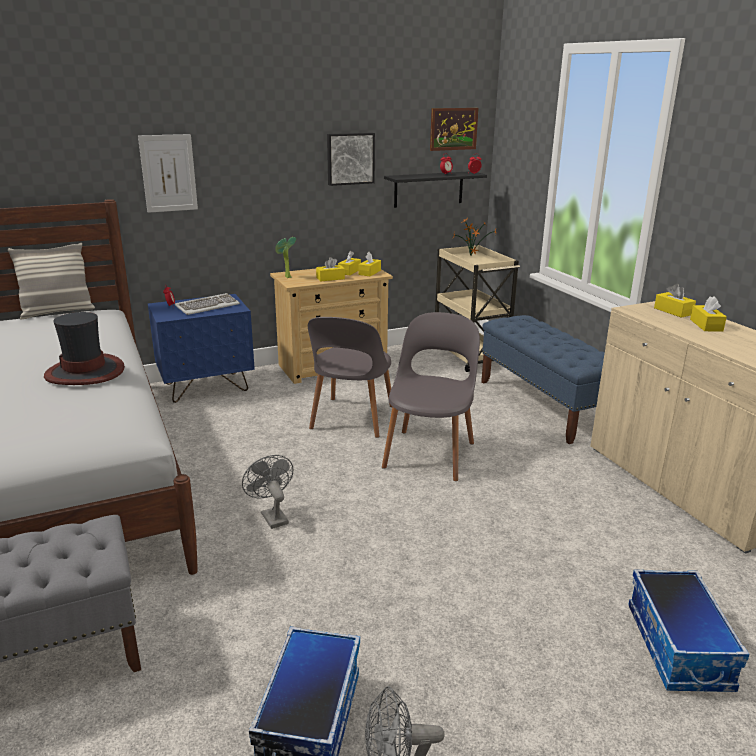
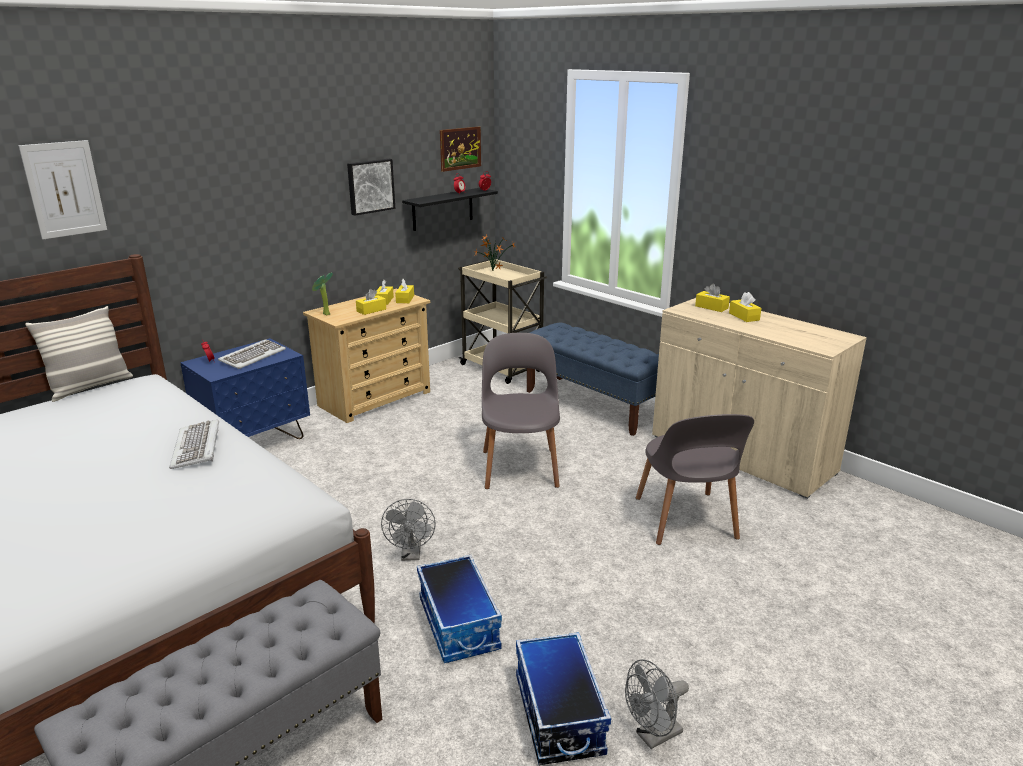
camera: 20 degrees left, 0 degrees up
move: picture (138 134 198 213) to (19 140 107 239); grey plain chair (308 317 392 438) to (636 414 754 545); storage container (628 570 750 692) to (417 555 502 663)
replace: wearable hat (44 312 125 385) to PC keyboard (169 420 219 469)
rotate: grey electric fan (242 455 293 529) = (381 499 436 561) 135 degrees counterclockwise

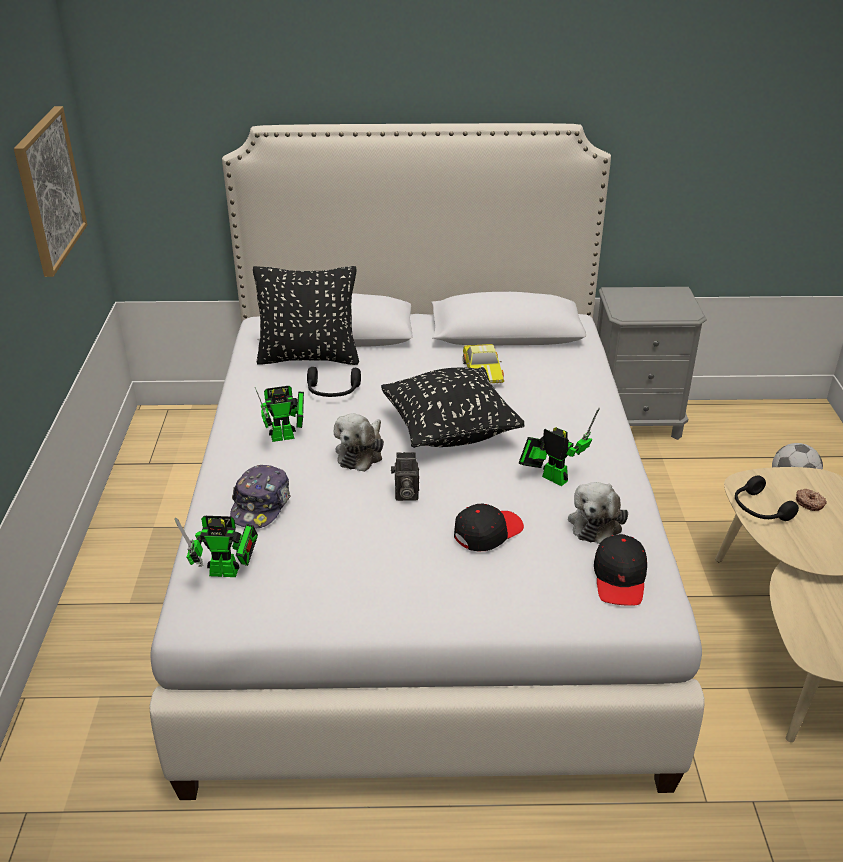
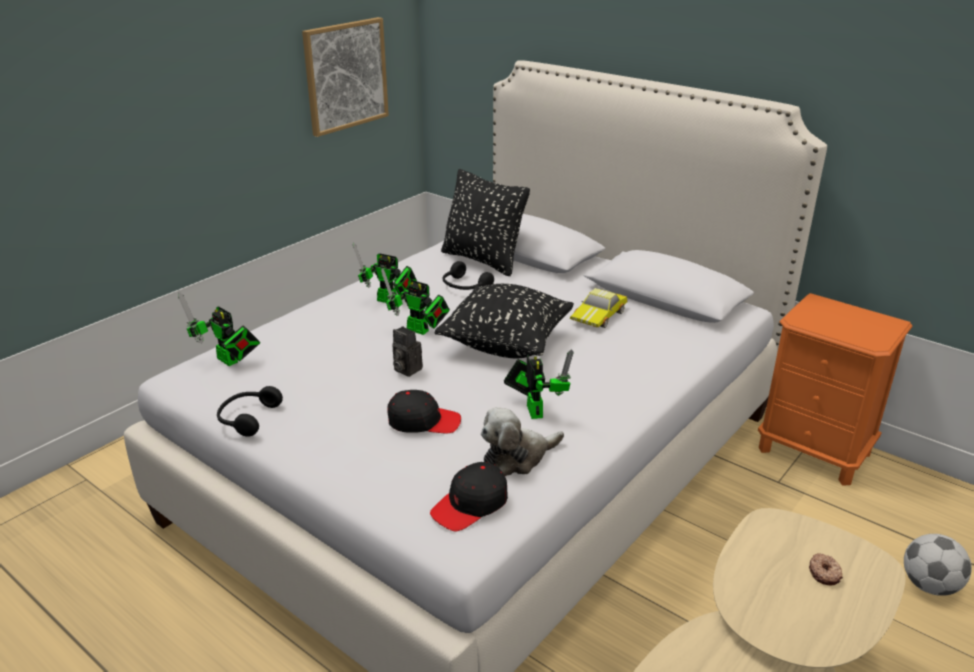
camera: 40 degrees right, 5 degrees down
delete: cap (230 465 291 528)
move: black-coloured headphones (735 475 799 521) to (217 386 283 437)
replace: soft toy (334 414 384 472) to robot figure (381 268 450 335)
recolor: grey night table (597 287 707 440) to orangey night table (758 293 912 486)

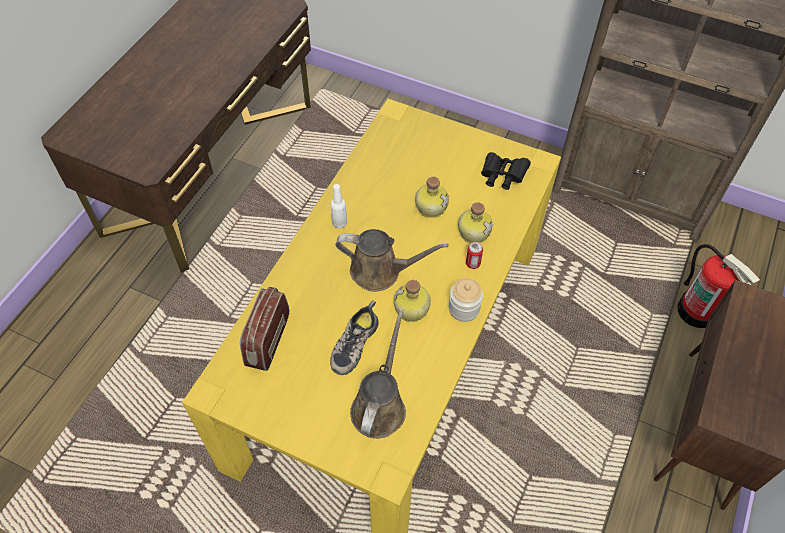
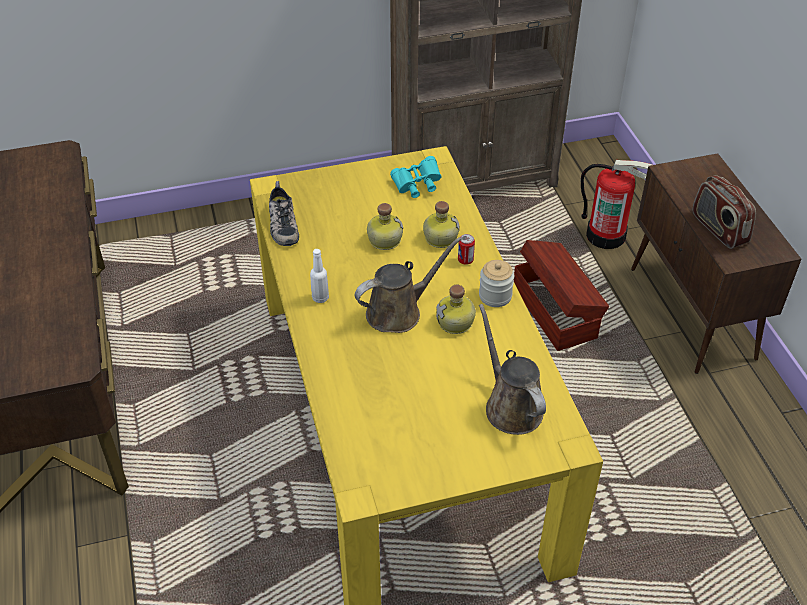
camera: 40 degrees left, 10 degrees down
insert: brown-coloured storage container (514 240 609 351)
move: radio (240 287 289 371) to (692 175 756 249); low shoe (330 300 379 375) to (269 181 299 246)
recolor: black-coloured binoculars (481 152 531 190) to turquoise-coloured binoculars (390 156 441 198)

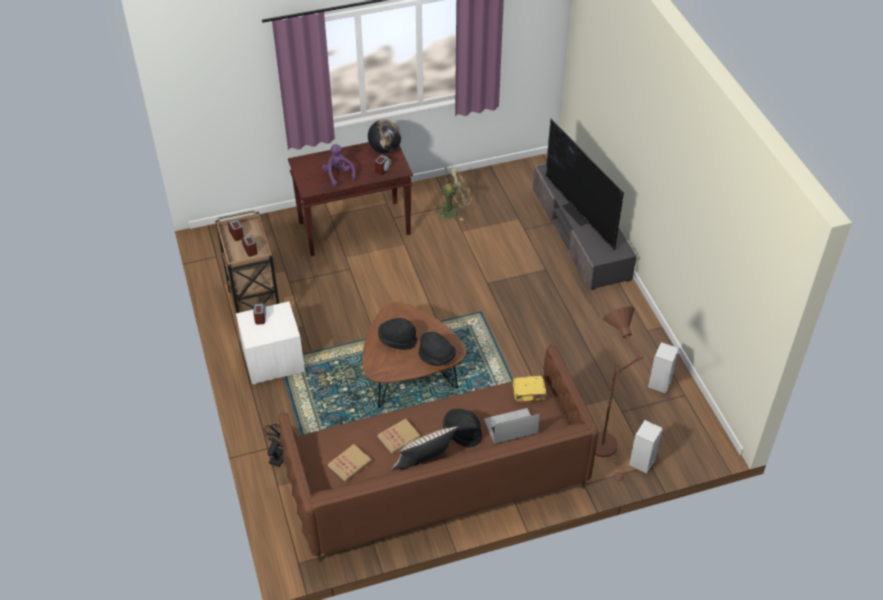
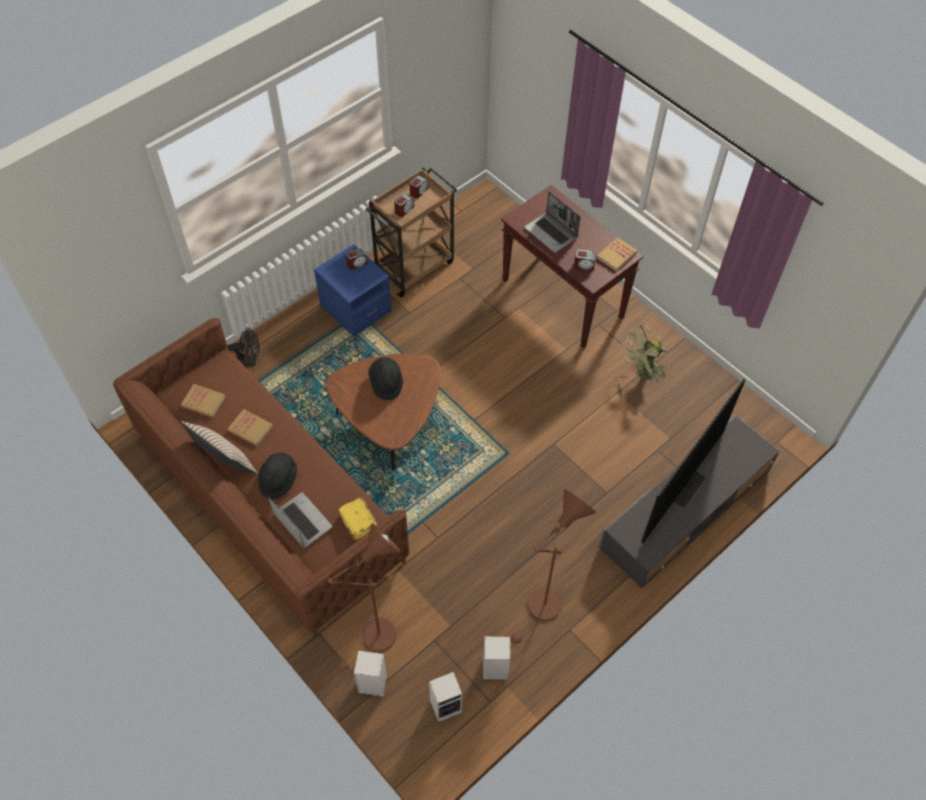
camera: 65 degrees right, 10 degrees up
delete: black-coloured wearable hat (418 332 456 366)
insert: brown-coloured standing lamp (511 489 596 648); speaker (429 672 462 722)
replace: desk globe (368 119 402 153) to book (597 238 637 271); purplish soft toy (322 144 356 186) to laptop (524 192 581 253)
recolor: white-coloured night table (236 301 305 384) to bluish night table (314 244 392 337)
rotate: green-coloured electric fan (432 165 472 221) = (623 325 667 384) 105 degrees clockwise

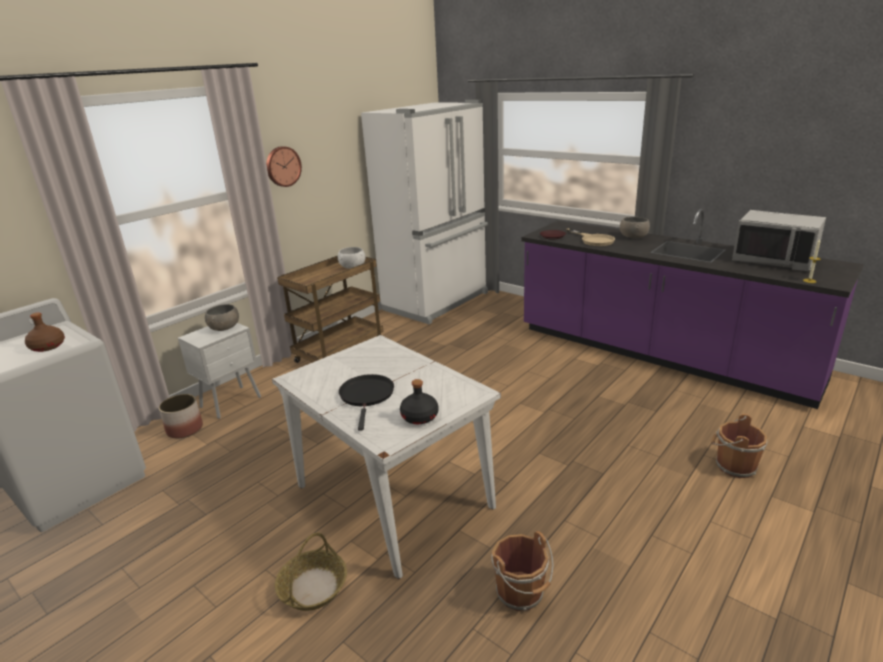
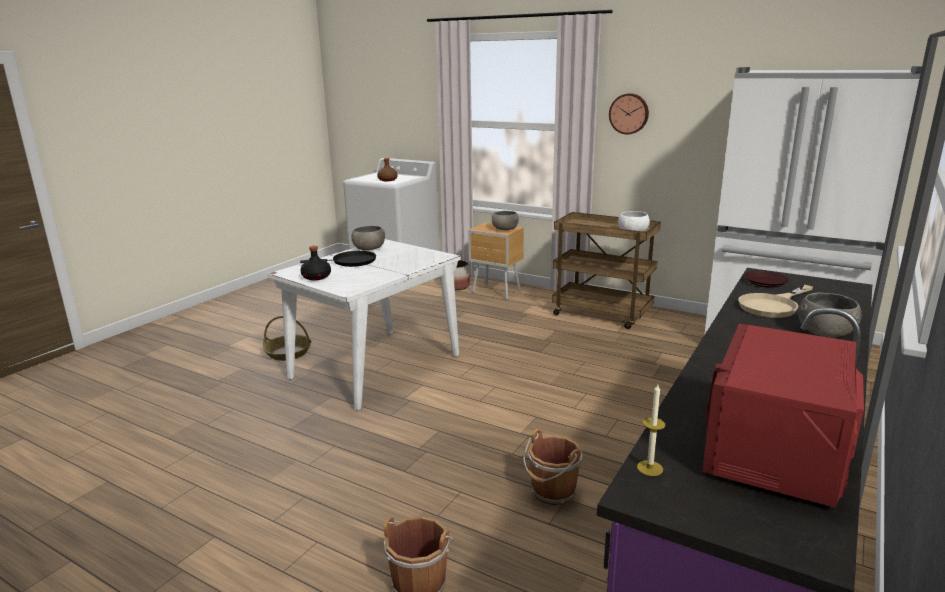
camera: 80 degrees right, 5 degrees down
insert: grey deep dish (351 226 385 251)
move: brown-coloured bucket (491 531 554 611) to (523 429 582 505)
recolor: grey kitchen microwave (732 210 826 271) to red kitchen microwave (703 324 864 508); white-coloured night table (178 323 261 419) to brown-coloured night table (468 223 524 299)

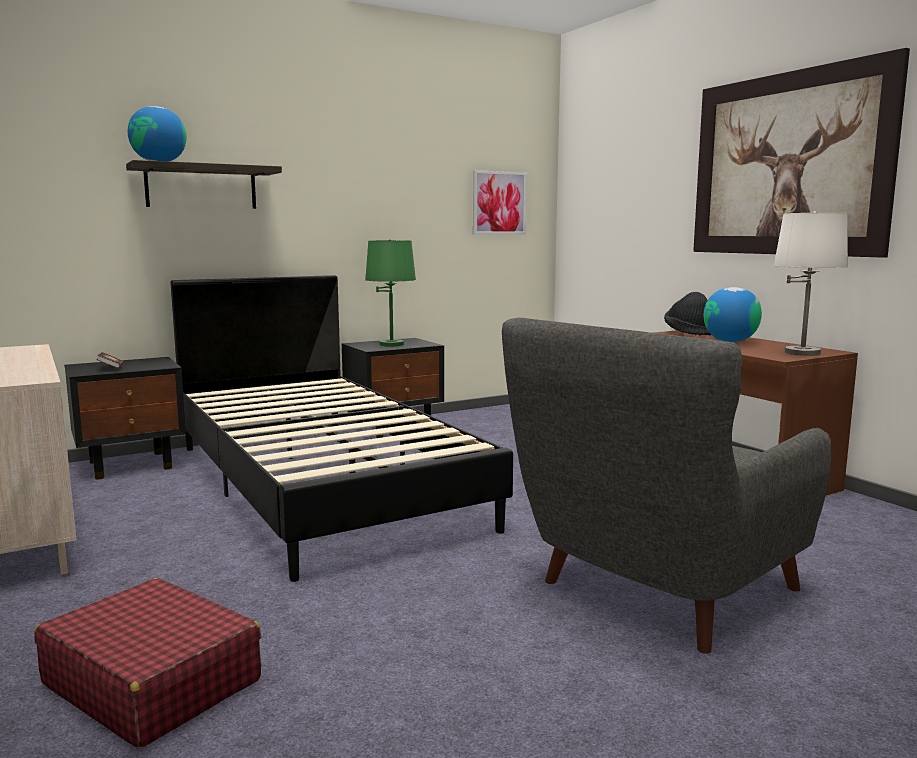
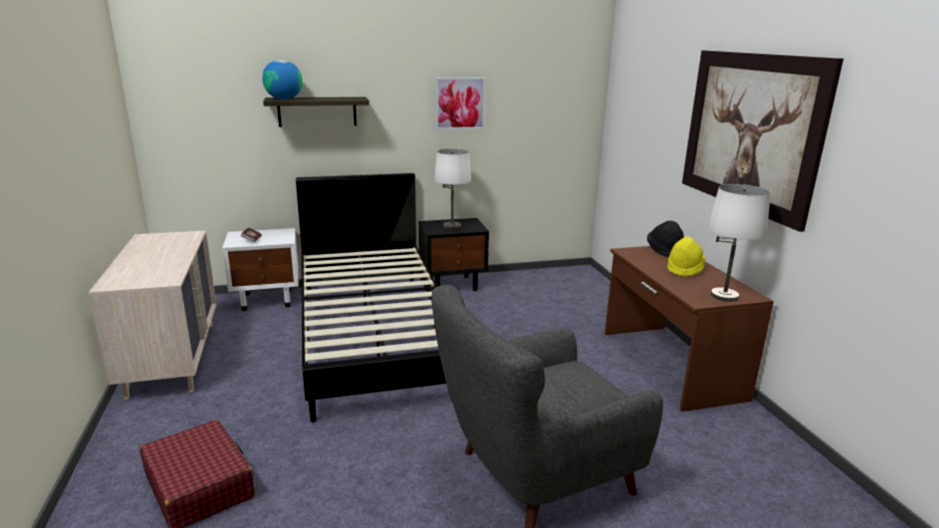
camera: 15 degrees right, 10 degrees up
move: picture (473 170 527 235) to (435 77 486 130)
replace: desk globe (704 287 762 342) to yellowish wearable hat (667 237 705 277)
recolor: green-coloured lamp for a table (365 239 416 347) to white-coloured lamp for a table (434 149 471 229); black-coloured night table (64 357 186 479) to white-coloured night table (222 228 299 311)

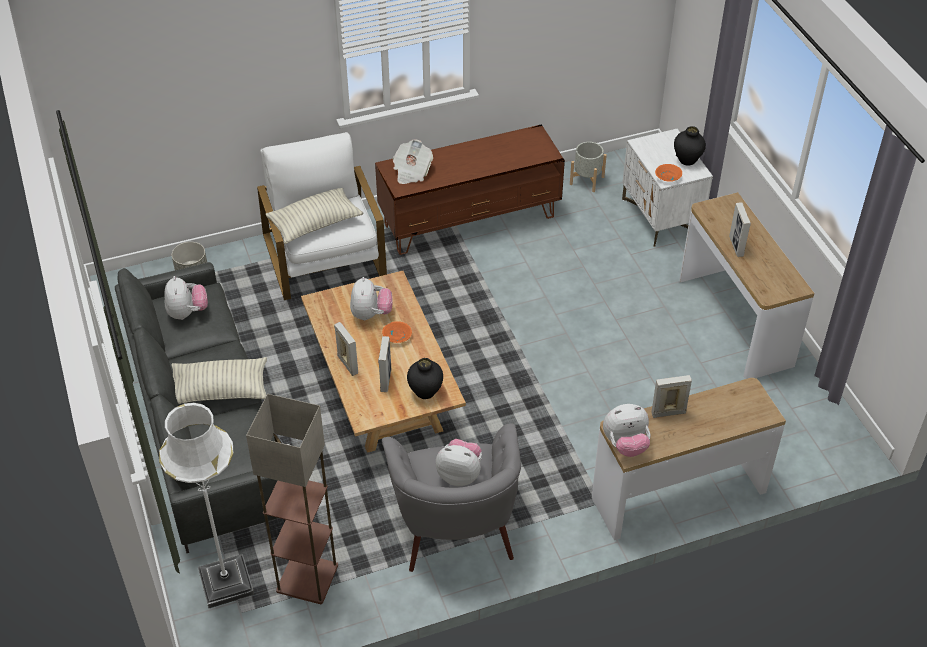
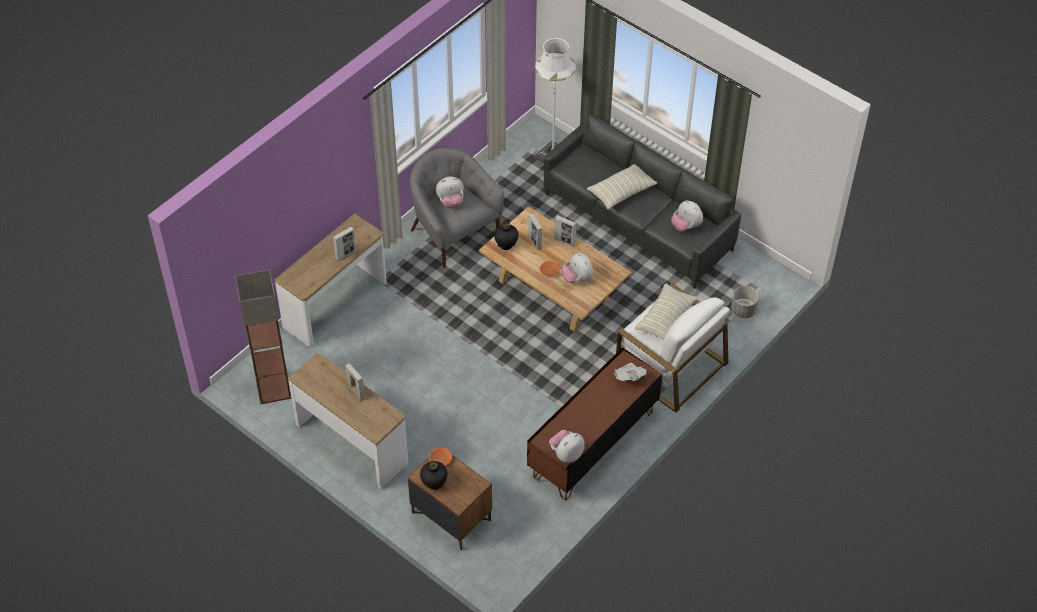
camera: 150 degrees right, 5 degrees up
delete: grey plant pot (570 142 607 192)
move: standing lamp (246 394 338 604) to (235 270 291 404); soft toy (603 404 650 457) to (549 430 585 463)
recolor: white-coloured night table (622 129 713 247) to brown-coloured night table (407 446 492 550)

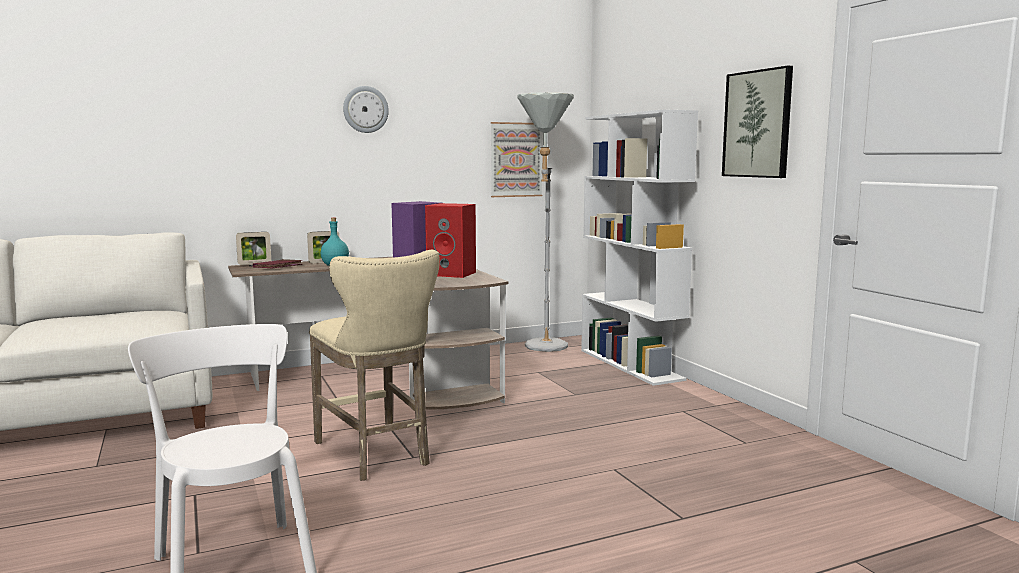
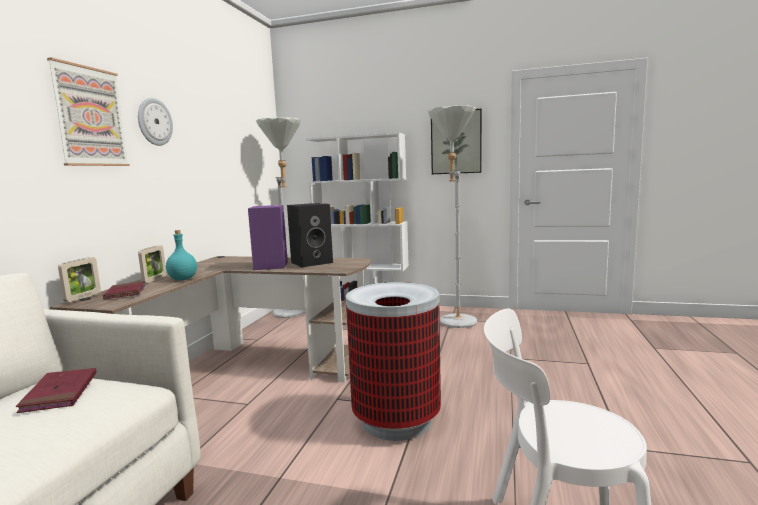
camera: 50 degrees left, 0 degrees up
insert: grey standing lamp (428 106 477 328); red book (16 368 96 413)
move: picture (491 122 542 197) to (47 57 130 166)
replace: beige-coloured stool seat (309 250 440 481) to waste bin (346 282 441 441)
recolor: red speaker (425 203 476 278) to black-coloured speaker (287 203 333 267)

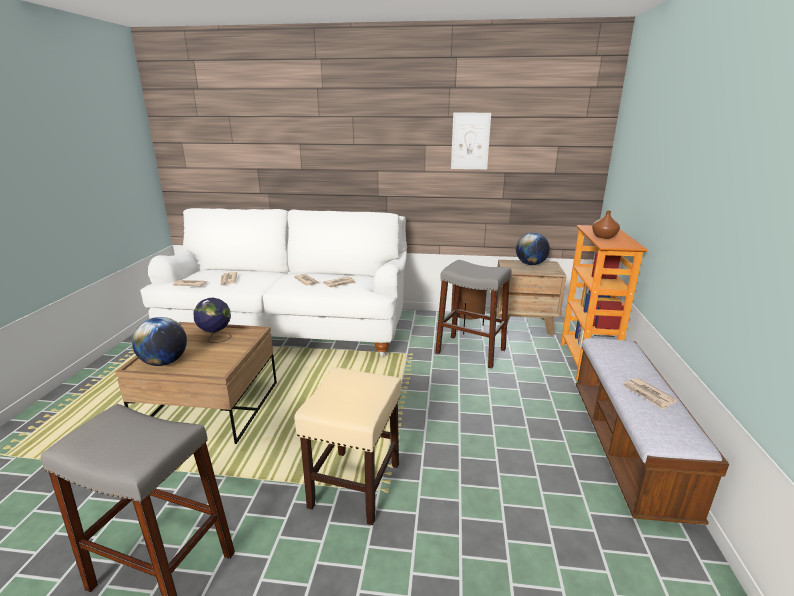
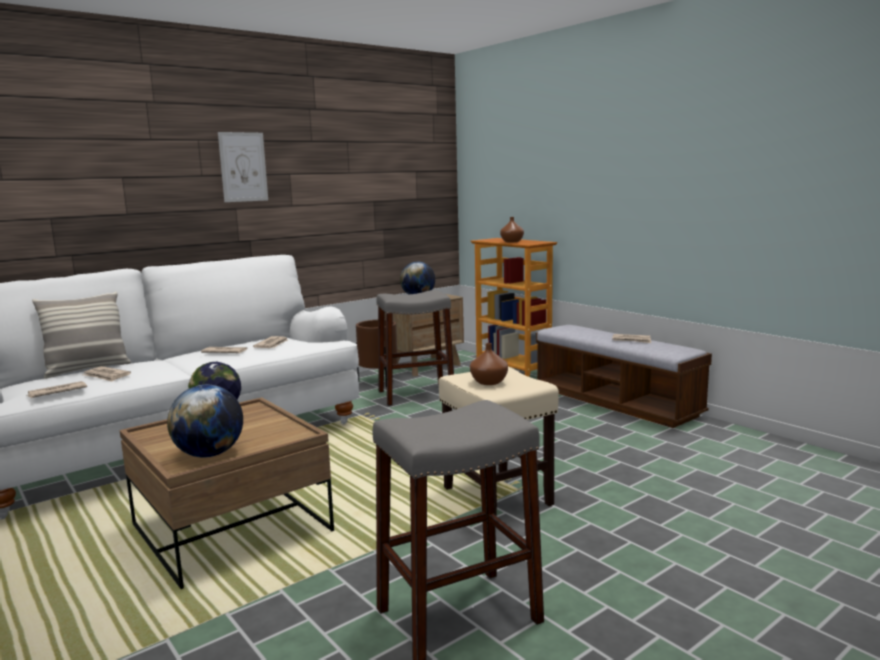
camera: 45 degrees left, 10 degrees down
insert: throw pillow (32 292 131 378); brown-coloured decorative vase (470 343 508 385)
move: picture (451 113 491 169) to (218 132 268 202)

